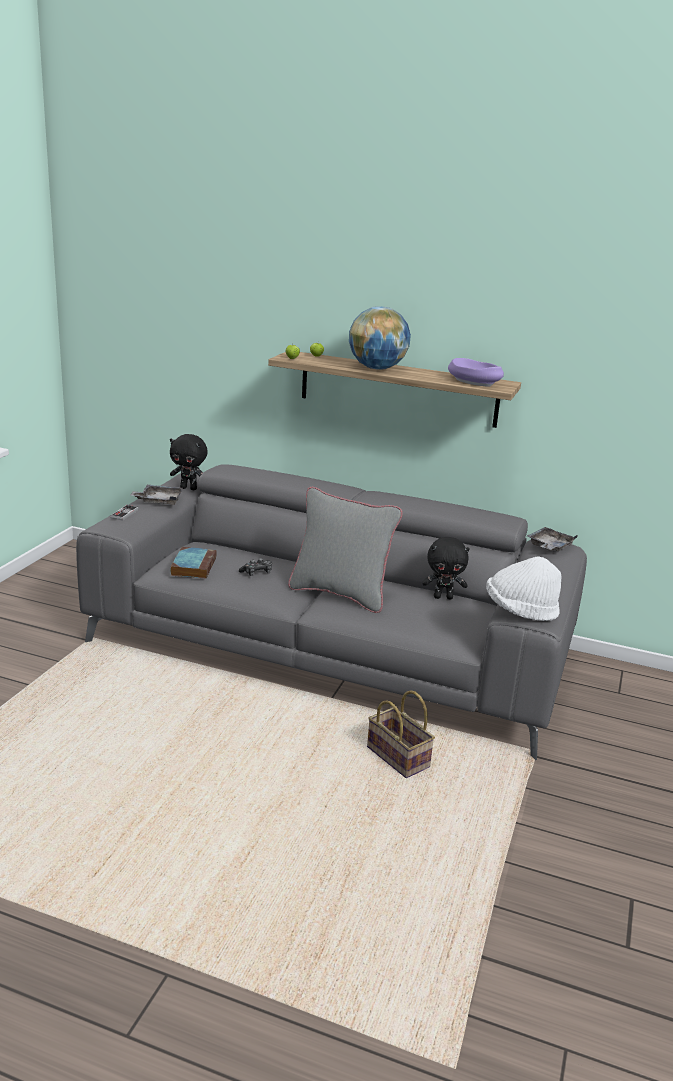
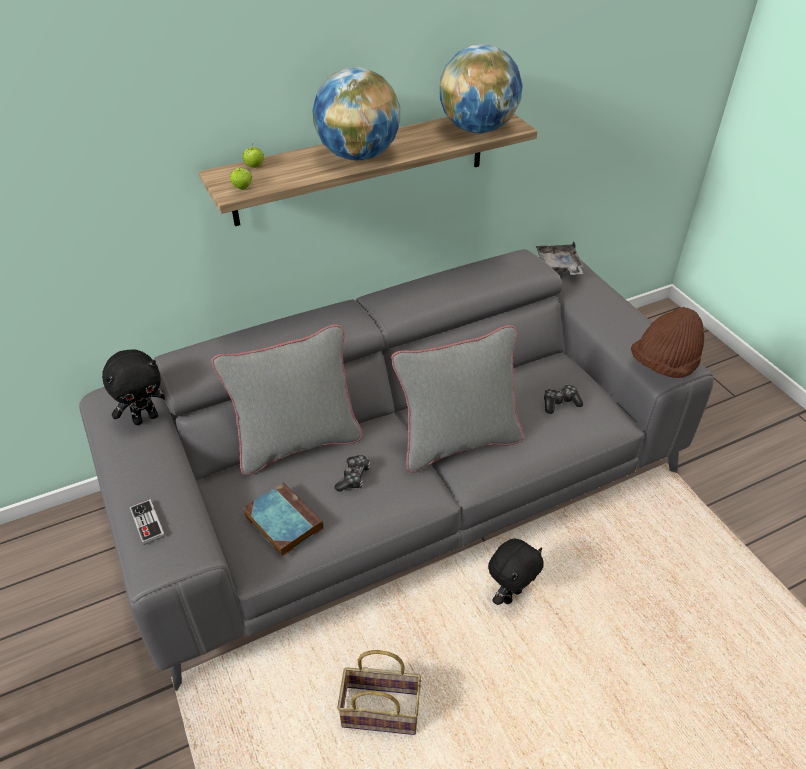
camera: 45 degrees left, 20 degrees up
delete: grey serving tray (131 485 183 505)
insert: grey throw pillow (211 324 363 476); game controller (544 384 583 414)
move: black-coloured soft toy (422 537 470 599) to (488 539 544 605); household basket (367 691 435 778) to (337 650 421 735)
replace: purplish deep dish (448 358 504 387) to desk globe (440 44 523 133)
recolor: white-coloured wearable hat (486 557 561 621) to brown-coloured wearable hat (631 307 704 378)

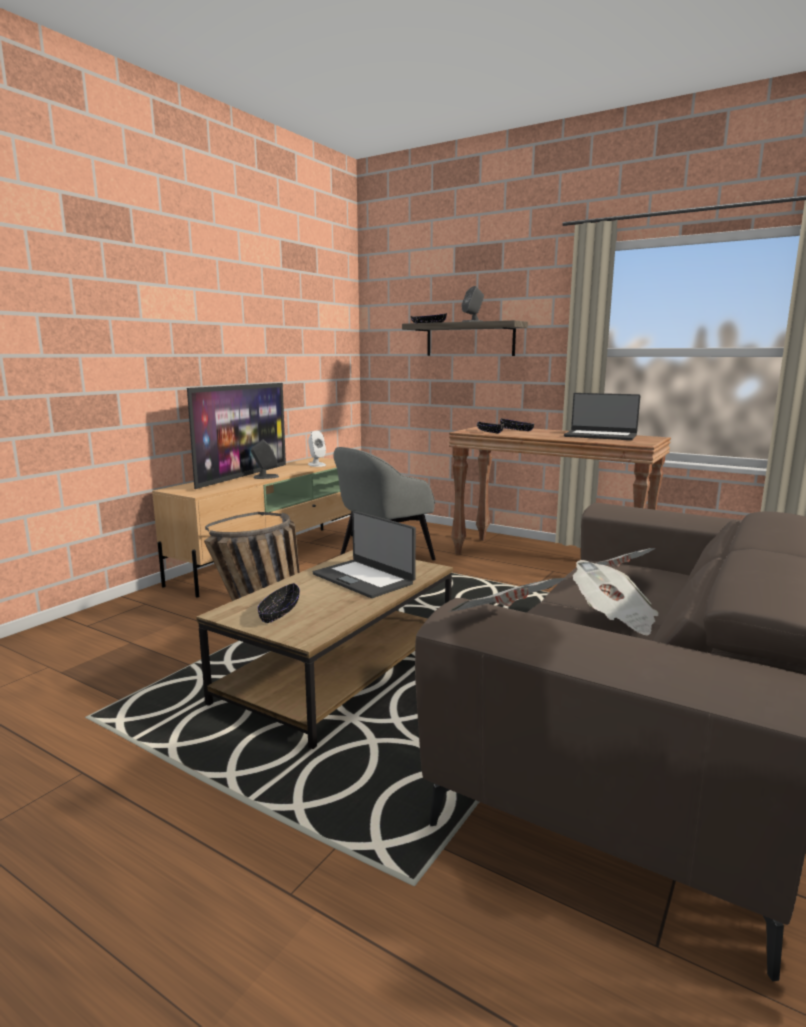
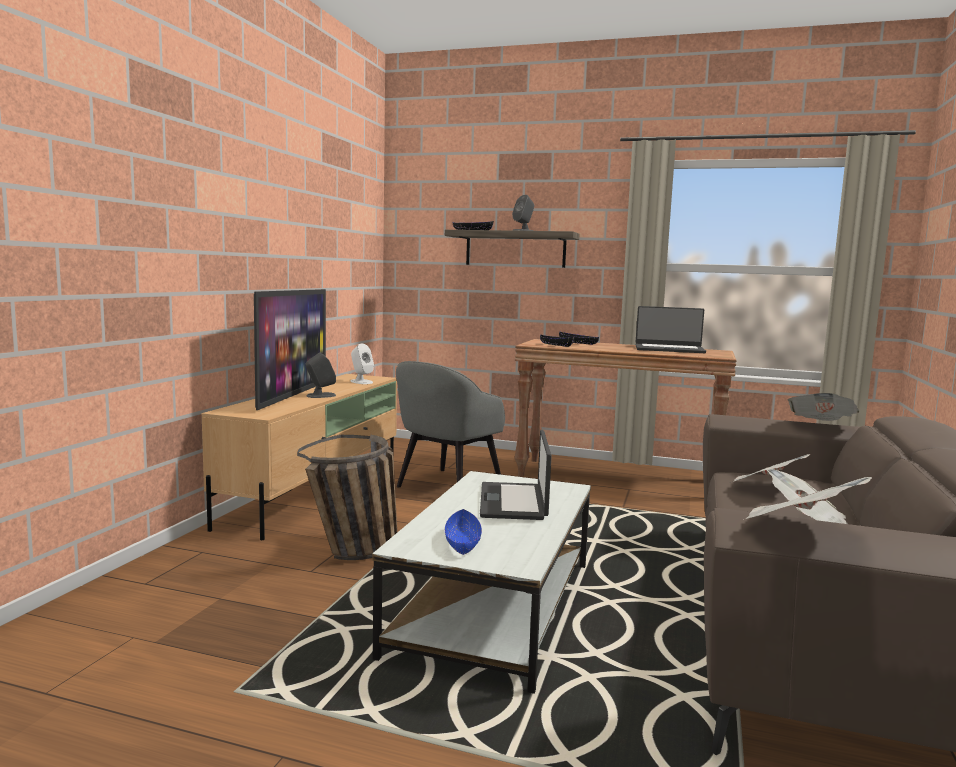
camera: 15 degrees left, 5 degrees down
insert: newspaper (787 393 859 421)
recolor: brown-coloured lounge table (196 550 453 749) to white-coloured lounge table (372 471 591 694); black-coloured deep dish (258 583 300 623) to bluish deep dish (445 509 482 555)
rotate: laptop (313 511 416 598) = (480 430 552 520) 60 degrees clockwise

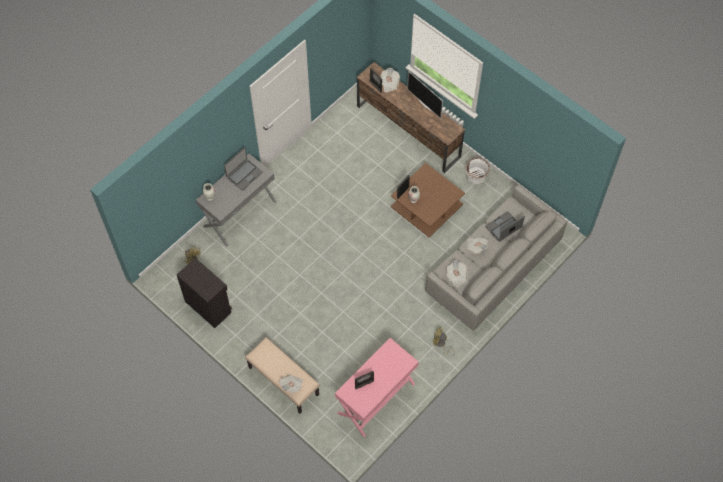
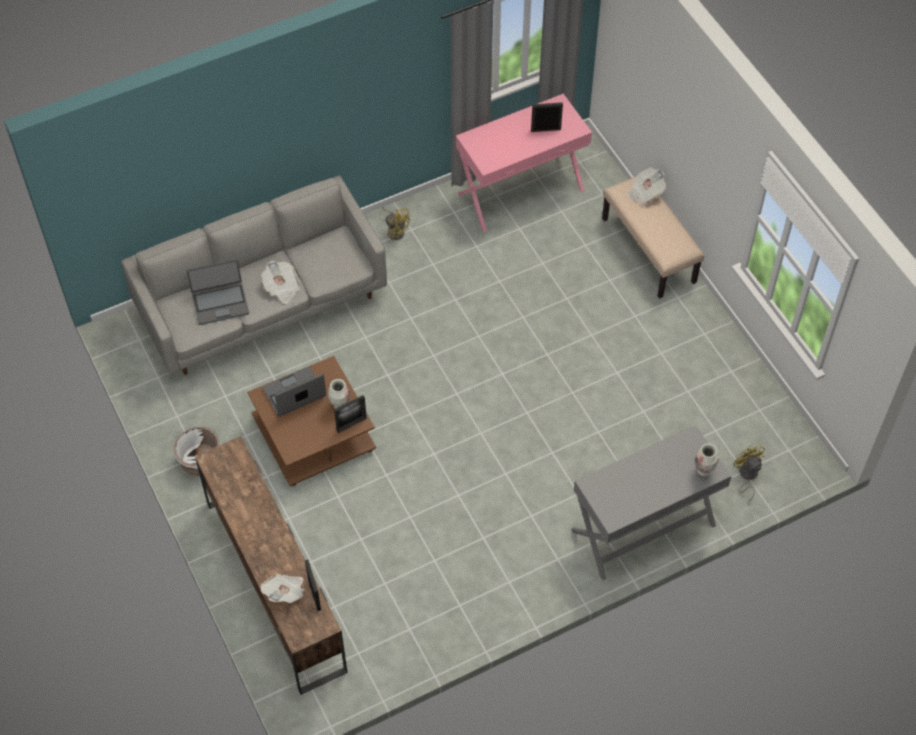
camera: 160 degrees left, 5 degrees down
delete: TV set (407 71 443 118); black-coloured cabinet (177 258 232 328); newspaper (446 261 468 288)
move: laptop (224 147 263 191) to (262 366 326 417)

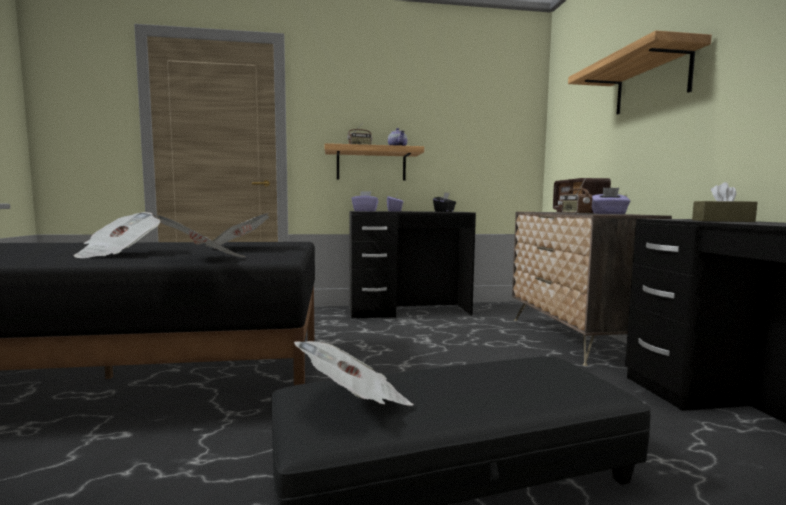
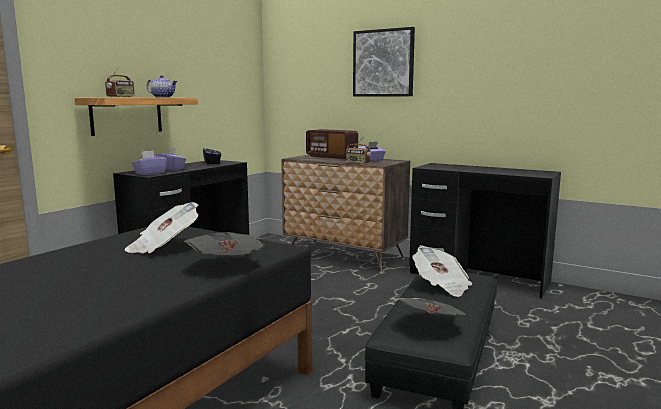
camera: 50 degrees left, 5 degrees up
delete: brown-coloured box of tissues (692 182 758 222)
move: newspaper (74 212 160 258) to (412 246 472 297)
replace: wall shelf (568 30 712 115) to picture (353 27 415 97)

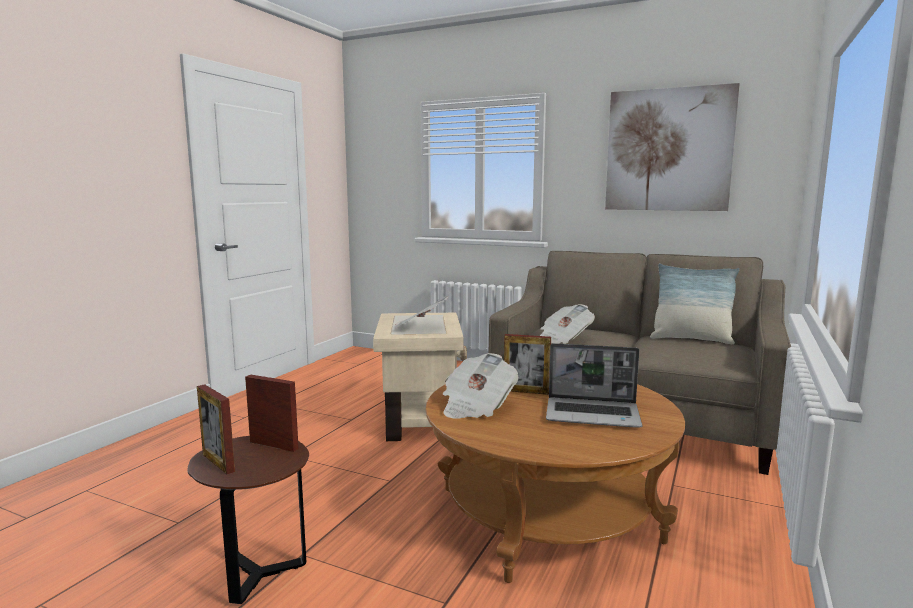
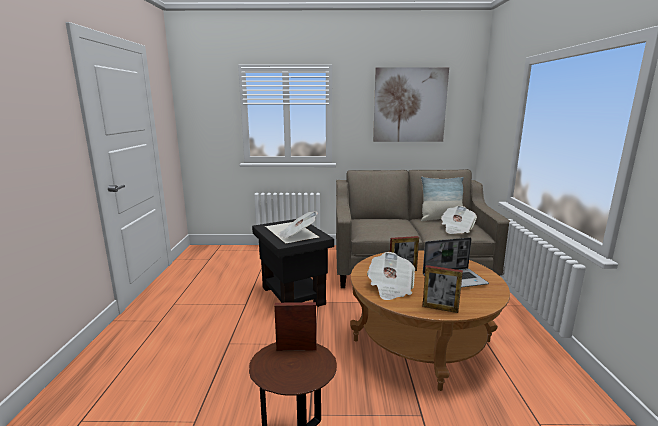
camera: 25 degrees left, 5 degrees up
move: newspaper (540 304 595 344) to (441 206 477 234); standing frame (197 384 235 474) to (422 265 463 313)
recolor: beige-coloured end table (373 313 467 441) to black-coloured end table (252 219 334 307)

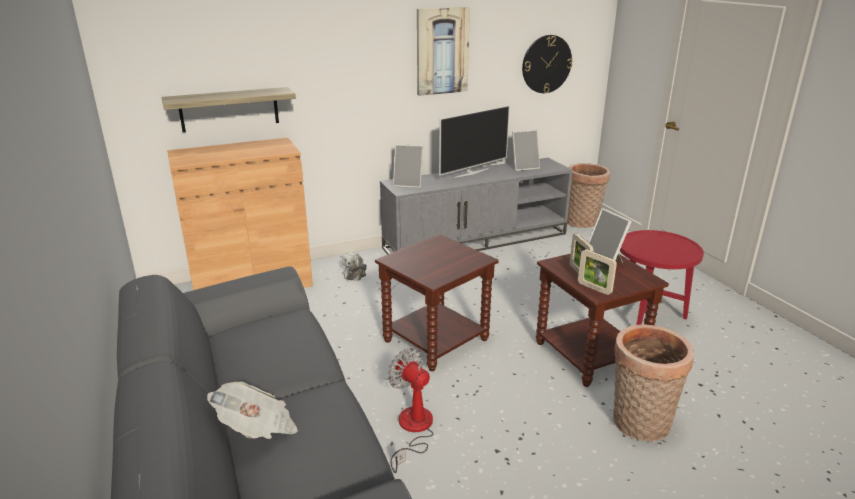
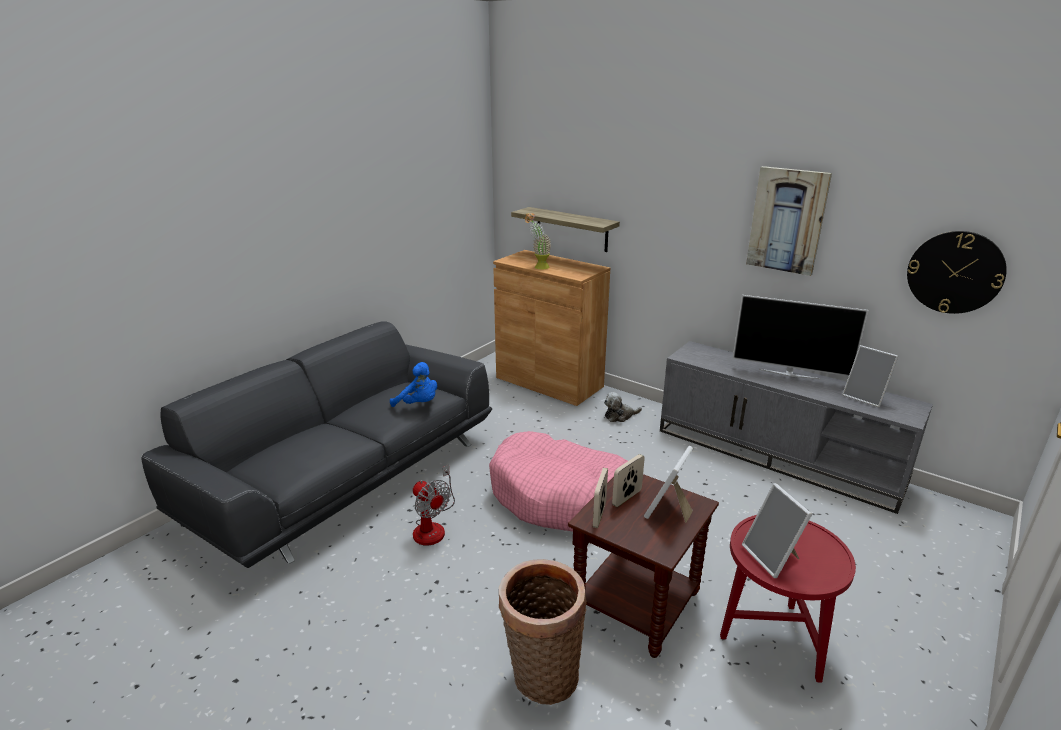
camera: 60 degrees right, 0 degrees up
delete: household basket (567 163 610 228); newspaper (207 382 298 439)
insert: plant in a pot (525 213 550 269); bluish soft toy (390 362 437 407)
move: standing frame (393 144 423 188) to (742 483 812 578)
replace: brown-coloured end table (375 234 499 371) to pink-coloured pet bed (489 431 628 532)
rotate: electric fan (388 348 433 473) = (413 465 455 546) 120 degrees clockwise

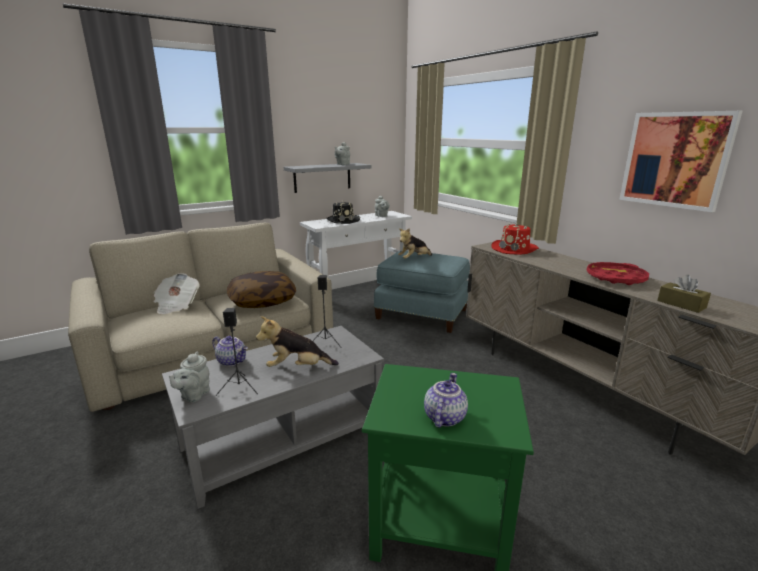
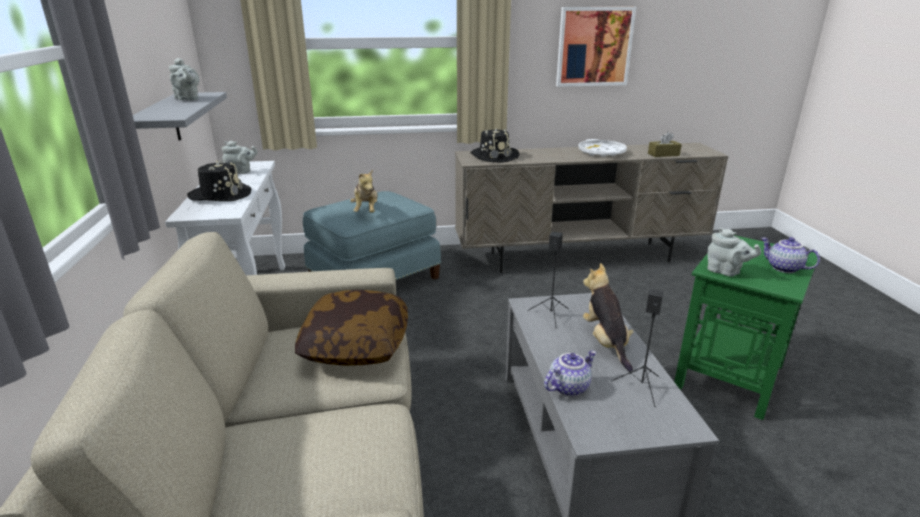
camera: 65 degrees left, 5 degrees up
delete: newspaper (153 273 200 314)
move: grey pot for tea (169 351 210 402) to (707 228 761 277)
recolor: red wearable hat (492 223 539 255) to black-coloured wearable hat (470 128 519 163); red serving tray (586 262 649 285) to white-coloured serving tray (578 139 627 157)
rotate: soft toy (256 316 339 367) = (583 263 634 372) 150 degrees clockwise

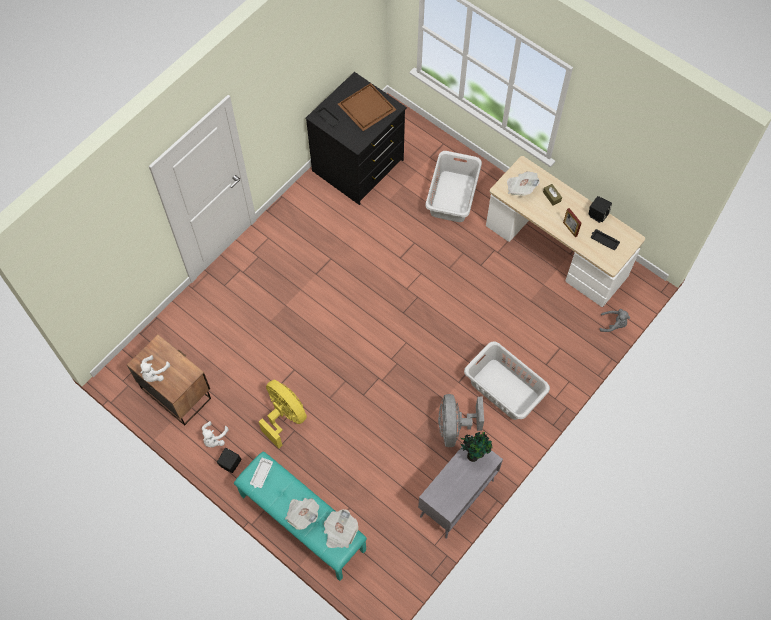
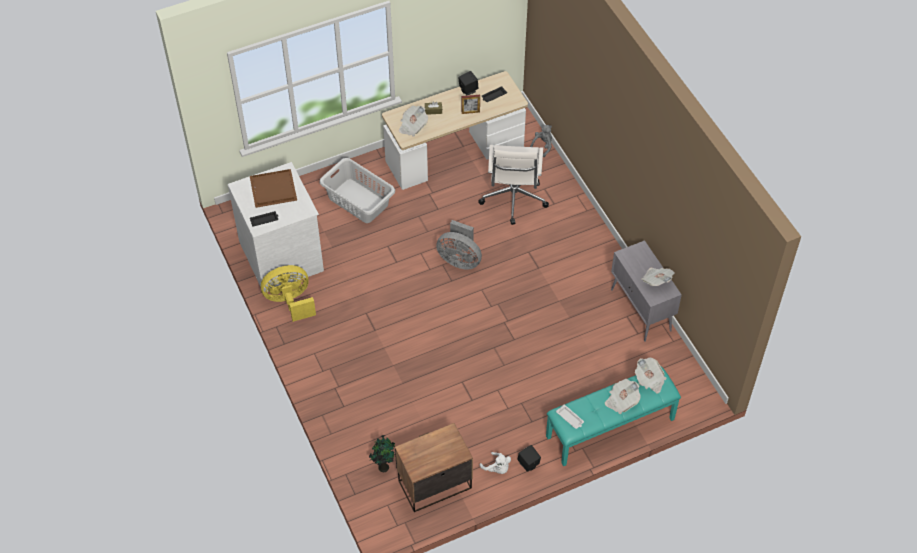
camera: 65 degrees left, 10 degrees down
delete: grey laundry basket (464 341 550 420); white-coloured soft toy (140 355 170 382)
insert: white-coloured desk chair (478 145 549 225); newspaper (641 268 675 286)
move: yellowish electric fan (259 380 307 449) to (261 265 316 322); grey electric fan (438 394 484 447) to (436 220 482 270); plant in a pot (459 432 493 462) to (369 435 395 472)
recolor: black-coloured dresser (306 72 407 205) to white-coloured dresser (228 162 324 293)

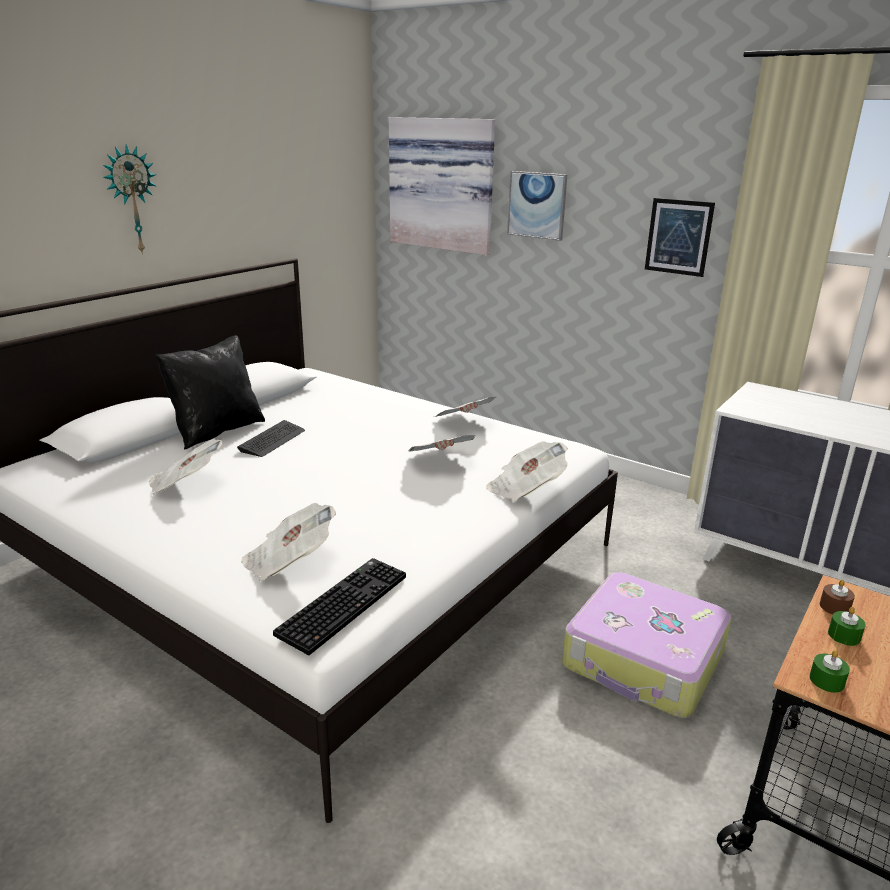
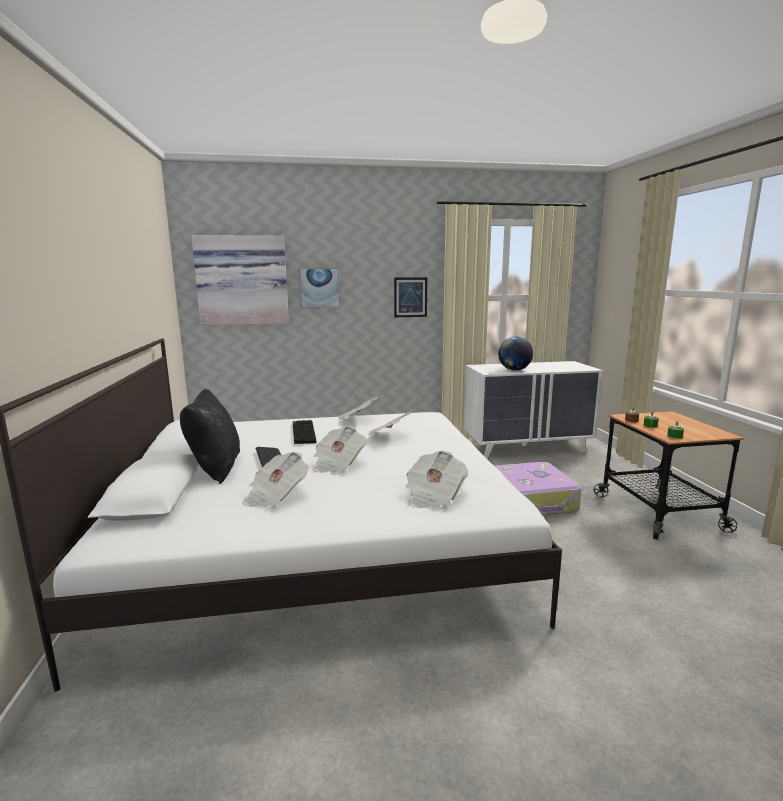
camera: 45 degrees left, 10 degrees down
delete: hanging clock (103 144 157 254)
insert: desk globe (498 336 533 370)
move: newspaper (486 441 568 502) to (313 426 366 473); PC keyboard (273 558 406 655) to (293 420 316 444)

